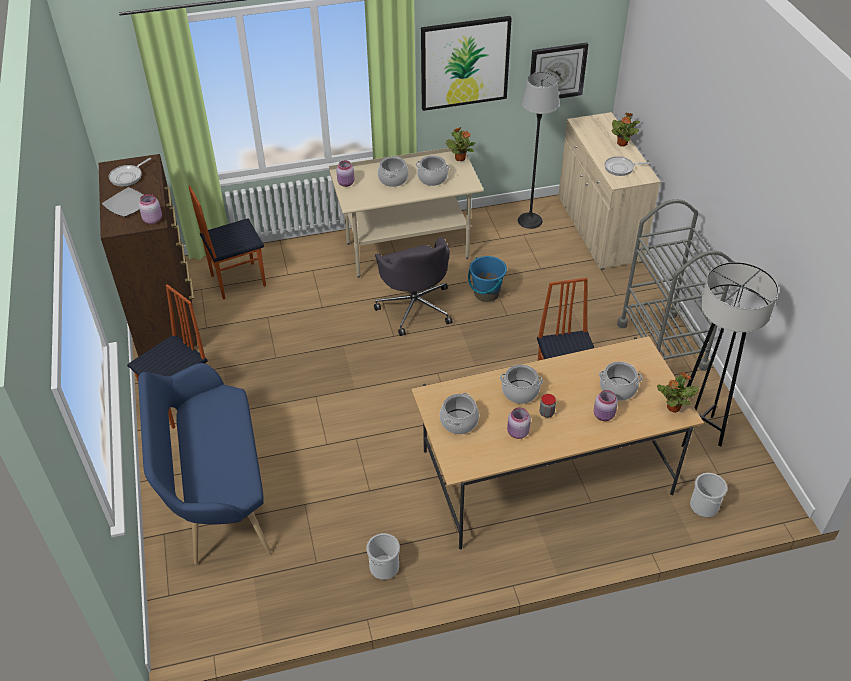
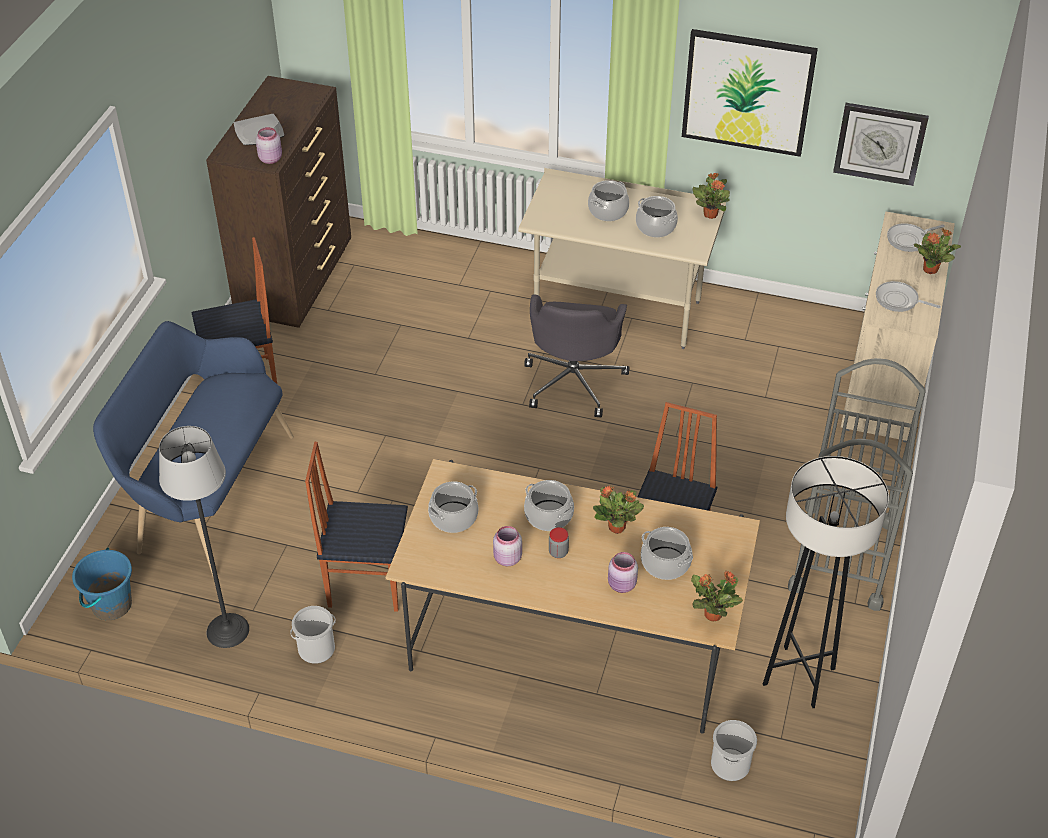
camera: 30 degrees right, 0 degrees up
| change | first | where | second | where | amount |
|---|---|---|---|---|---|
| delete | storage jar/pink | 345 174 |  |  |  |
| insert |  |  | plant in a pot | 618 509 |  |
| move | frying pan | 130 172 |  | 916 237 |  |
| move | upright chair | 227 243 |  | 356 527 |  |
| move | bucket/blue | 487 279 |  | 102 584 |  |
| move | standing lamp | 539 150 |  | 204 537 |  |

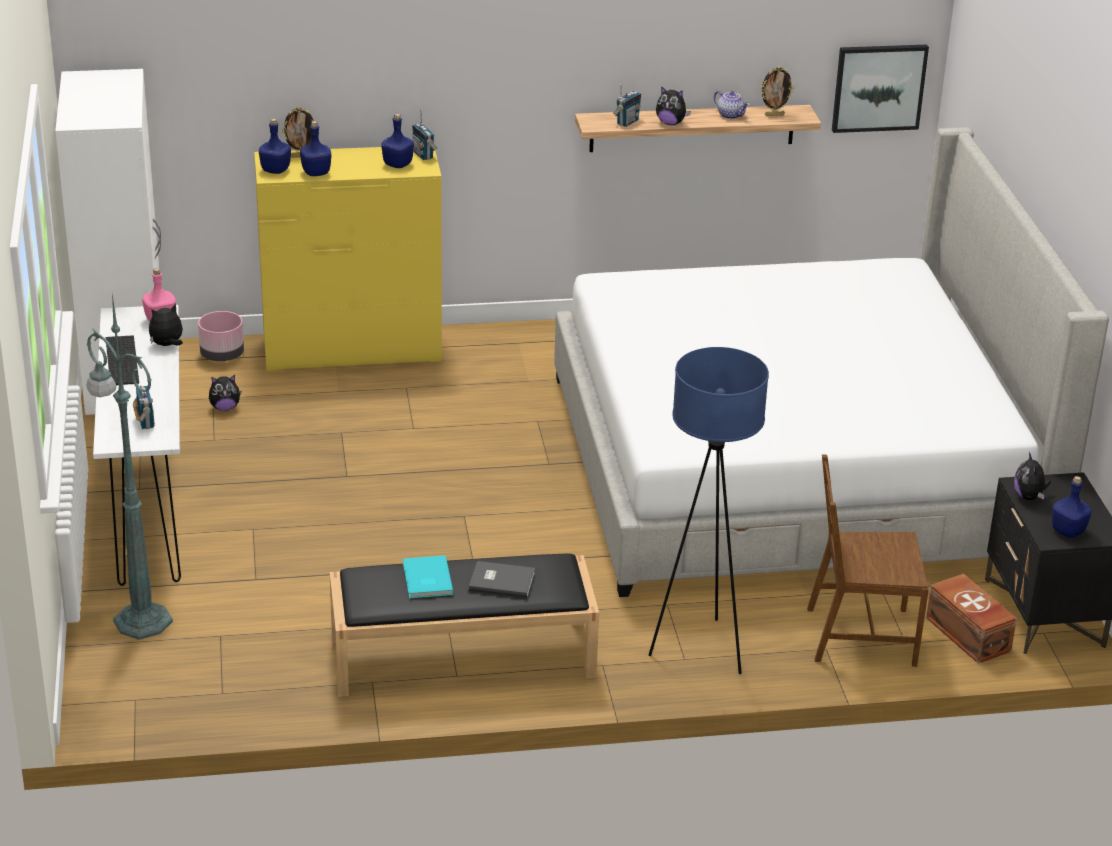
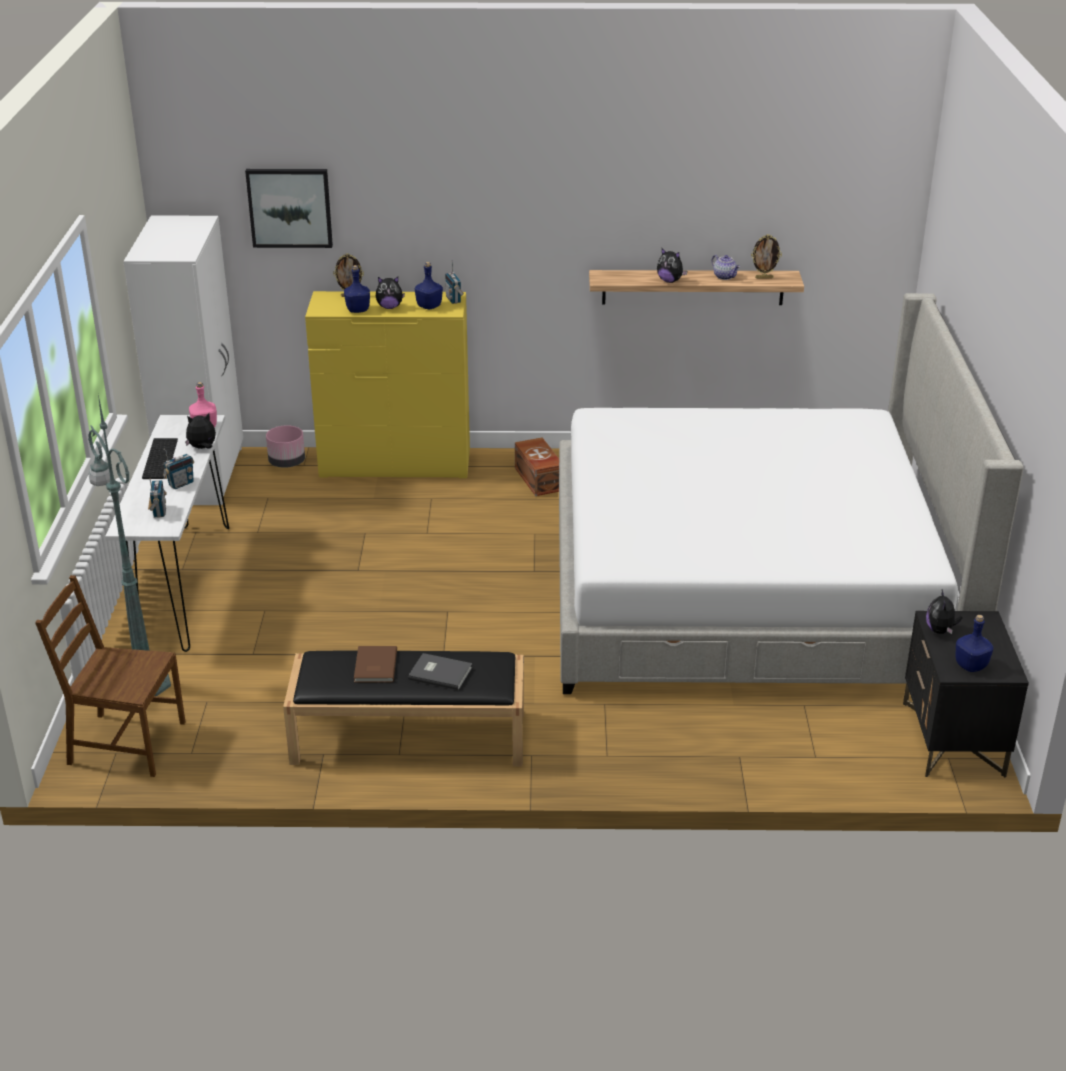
camera: 10 degrees right, 0 degrees up
| change | first | where | second | where | amount |
|---|---|---|---|---|---|
| delete | drink bottle/blue | 275 146 |  |  |  |
| delete | standing lamp/blue | 709 510 |  |  |  |
| move | cuddly toy | 225 393 |  | 390 293 |  |
| move | radio set | 627 105 |  | 178 469 |  |
| move | upright chair/brownish | 868 561 |  | 110 676 |  |
| move | picture | 880 89 |  | 289 208 |  |
| move | storage box/brownish | 971 619 |  | 537 467 |  |
| recolor | book/blue-green | 428 576 | book/brownish | 375 664 |  |

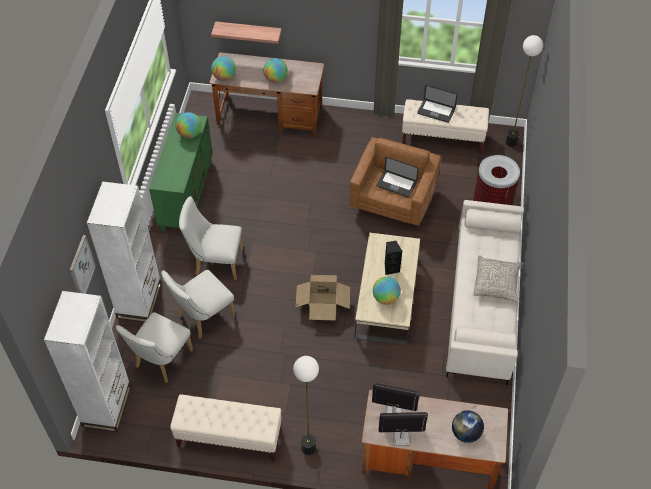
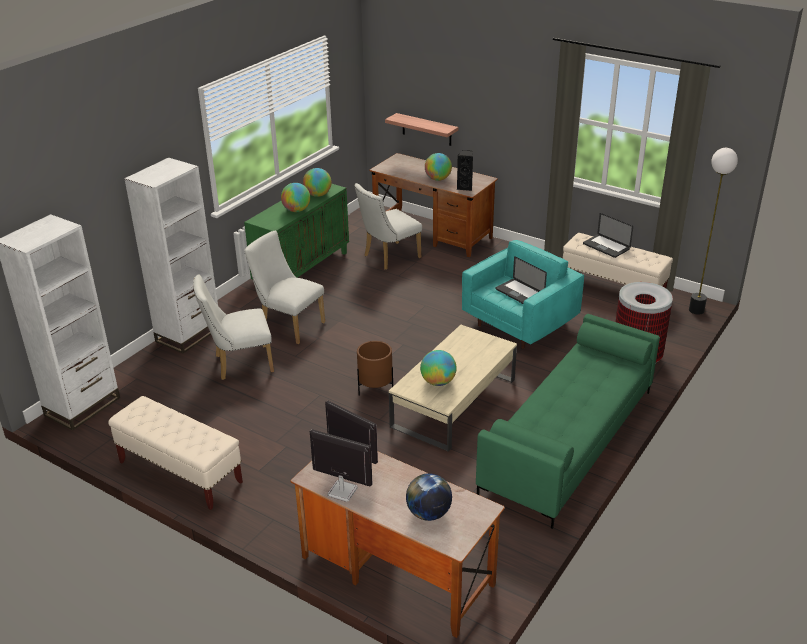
camera: 25 degrees right, 20 degrees down
| change | first | where | second | where | amount |
|---|---|---|---|---|---|
| delete | picture | 83 264 |  |  |  |
| delete | standing lamp | 306 405 |  |  |  |
| delete | pillow/gray | 497 279 |  |  |  |
| move | upright chair/white | 154 347 |  | 388 226 |  |
| move | globe | 223 68 |  | 295 197 |  |
| move | speaker/blackish | 393 258 |  | 465 170 |  |
| replace | carton | 323 297 | plant pot/brownish | 375 368 |  |
| recolor | armchair/brownish | 395 181 | armchair/blue-green | 523 294 |  |
| recolor | couch/white | 485 292 | couch/green | 568 421 |  |

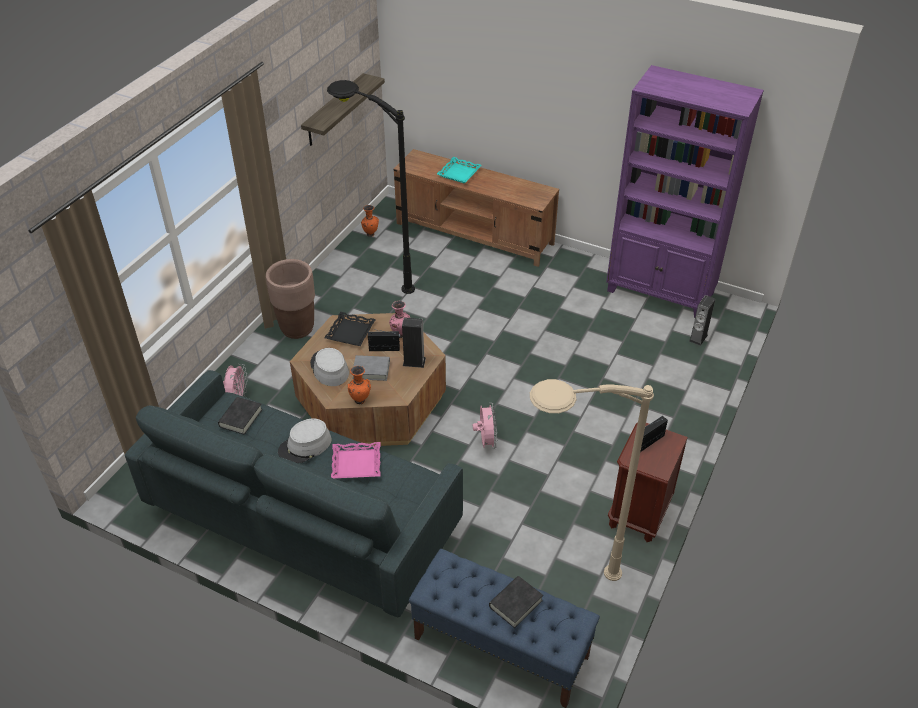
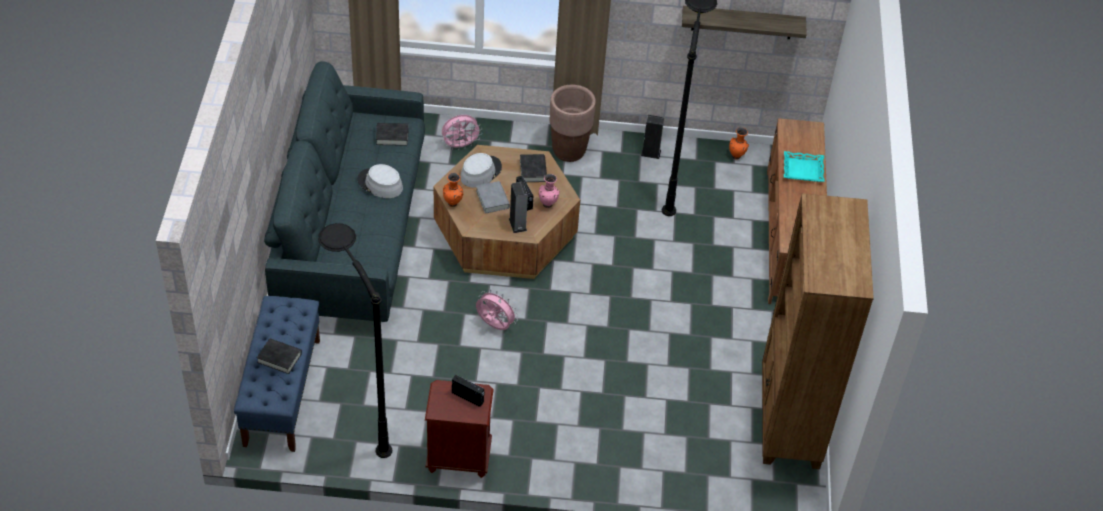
camera: 65 degrees right, 5 degrees up
| change | first | where | second | where | amount |
|---|---|---|---|---|---|
| delete | serving tray/pink | 356 460 |  |  |  |
| move | speaker | 702 320 |  | 652 137 |  |
| replace | serving tray/blackish | 350 329 | book/blackish | 533 168 |  |
| recolor | standing lamp/beige-coloured | 592 480 | standing lamp/blackish | 355 340 |  |
| recolor | shelving unit/purple-coloured | 685 191 | shelving unit/brownish | 818 331 |  |
| rotate | electric fan/pink | 485 426 |  | 497 309 | 120 degrees counterclockwise |

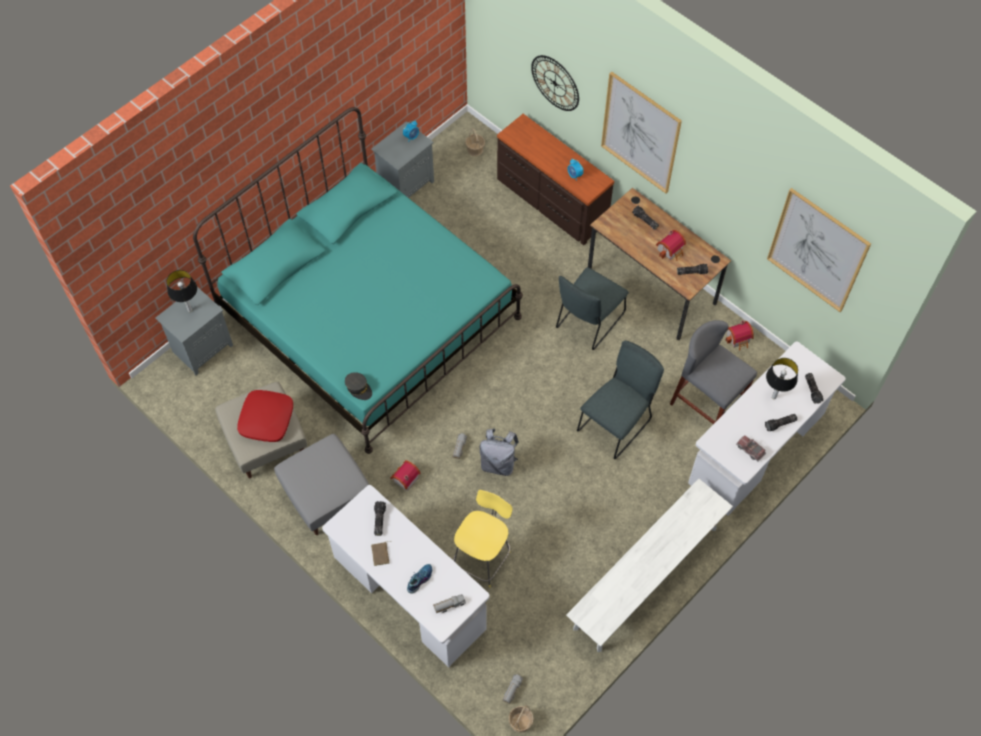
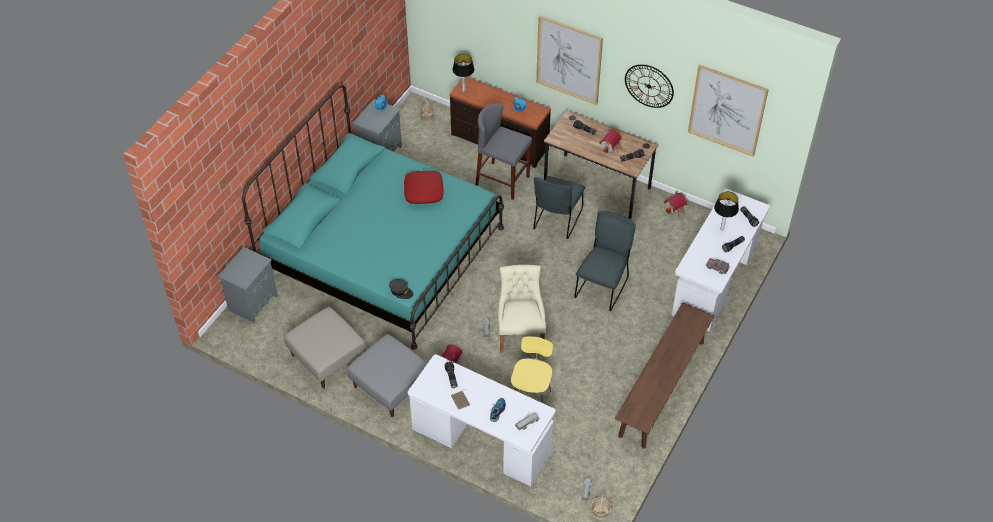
camera: 15 degrees left, 10 degrees down
| change | first | where | second | where | amount |
|---|---|---|---|---|---|
| move | table lamp | 182 291 |  | 463 73 |  |
| move | pillow/red-coloured | 265 416 |  | 423 187 |  |
| move | clock on the wall | 555 83 |  | 649 86 |  |
| move | stool seat/gray | 713 372 |  | 504 151 |  |
| replace | rucksack/gray | 499 452 | upright chair/beige-coloured | 522 308 |  |
| recolor | indoor bench/white | 649 565 | indoor bench/brownish | 664 375 |  |

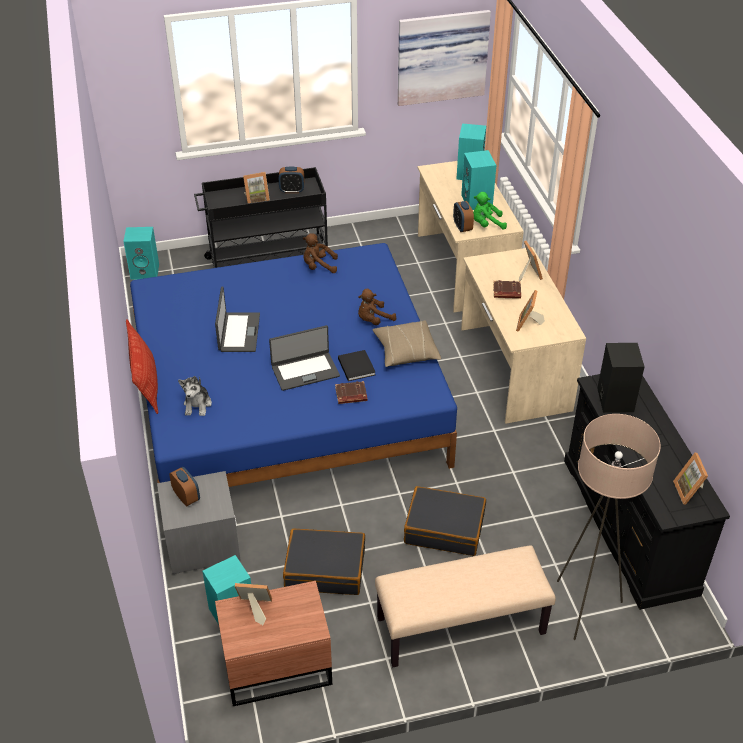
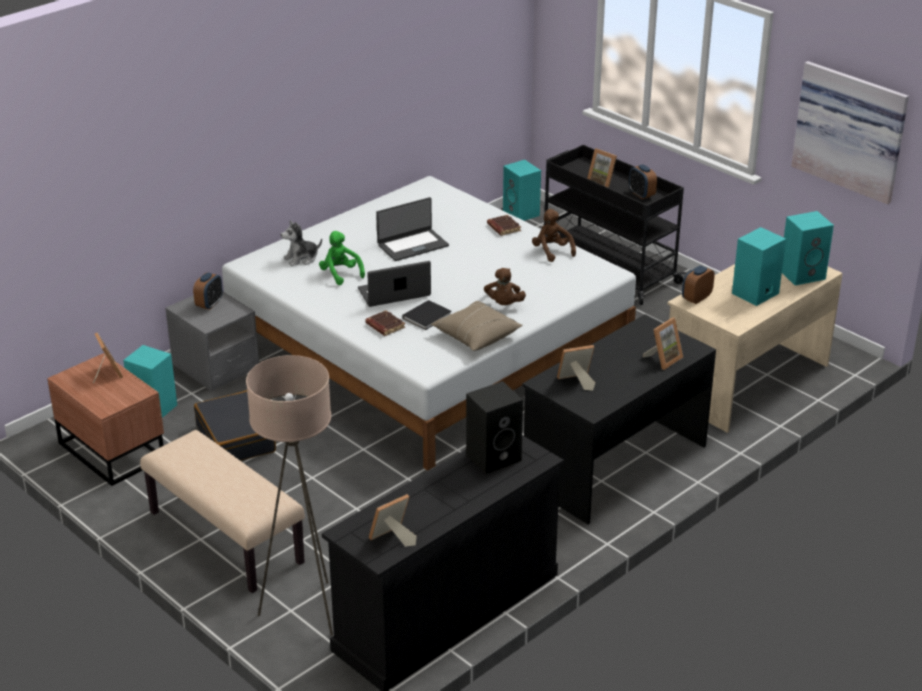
camera: 60 degrees right, 10 degrees down
| change | first | where | second | where | amount |
|---|---|---|---|---|---|
| delete | pillow | 142 367 |  |  |  |
| delete | travel case/blackish | 445 521 |  |  |  |
| move | cuddly toy/green | 490 211 |  | 342 258 |  |
| move | book/brownish | 507 289 |  | 504 225 |  |
| recolor | bed/blue | 293 365 | bed/white | 429 323 |  |
| recolor | desk/beige-coloured | 523 335 | desk/blackish | 619 419 |  |
| rotate | portable computer | 304 358 |  | 394 284 | 120 degrees clockwise |
| rotate | cuddly toy/brownish | 377 307 |  | 505 286 | 120 degrees counterclockwise |

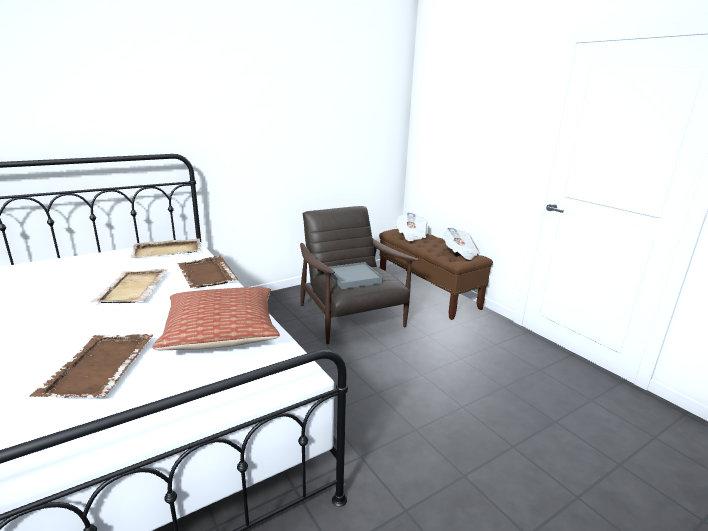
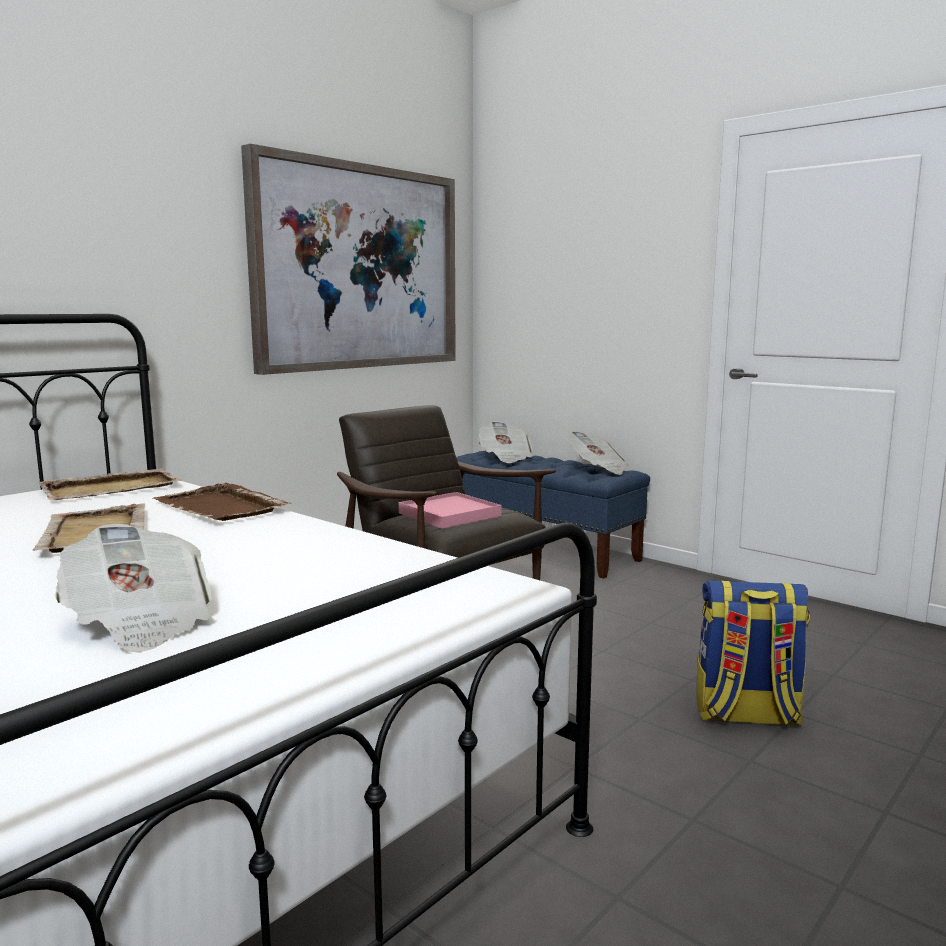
camera: 15 degrees left, 10 degrees down
| change | first | where | second | where | amount |
|---|---|---|---|---|---|
| delete | pillow | 216 318 |  |  |  |
| insert |  |  | picture | 348 259 |  |
| insert |  |  | rucksack | 753 653 |  |
| replace | serving tray/brownish | 91 366 | daily paper | 134 588 |  |
| recolor | serving tray/gray | 356 275 | serving tray/pink | 450 510 |  |
| recolor | indoor bench/brownish | 436 274 | indoor bench/blue | 553 514 |  |

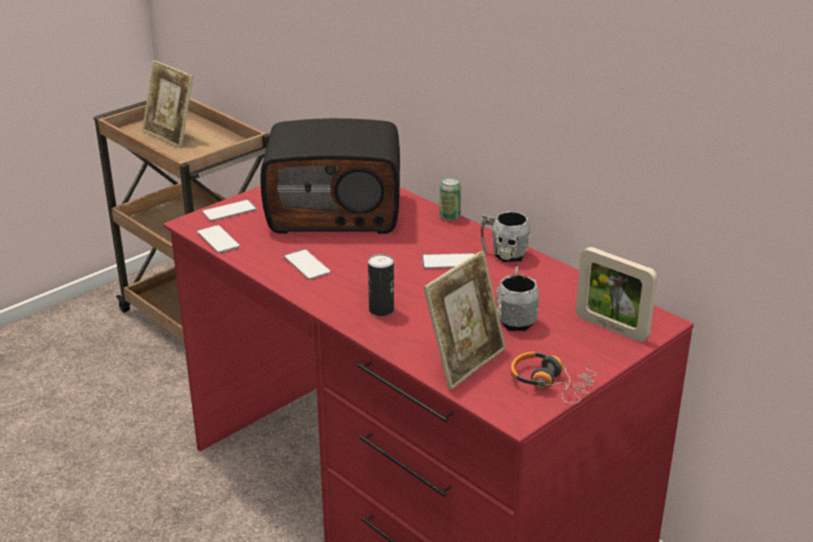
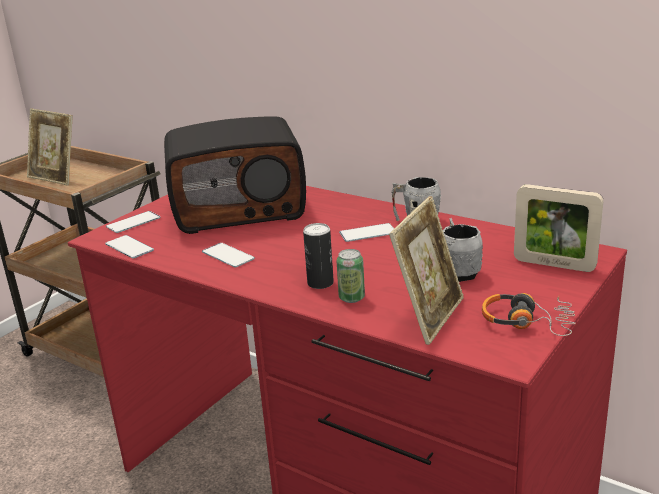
camera: 10 degrees left, 5 degrees down
| change | first | where | second | where | amount |
|---|---|---|---|---|---|
| move | sealed can | 450 199 |  | 351 276 |  |

